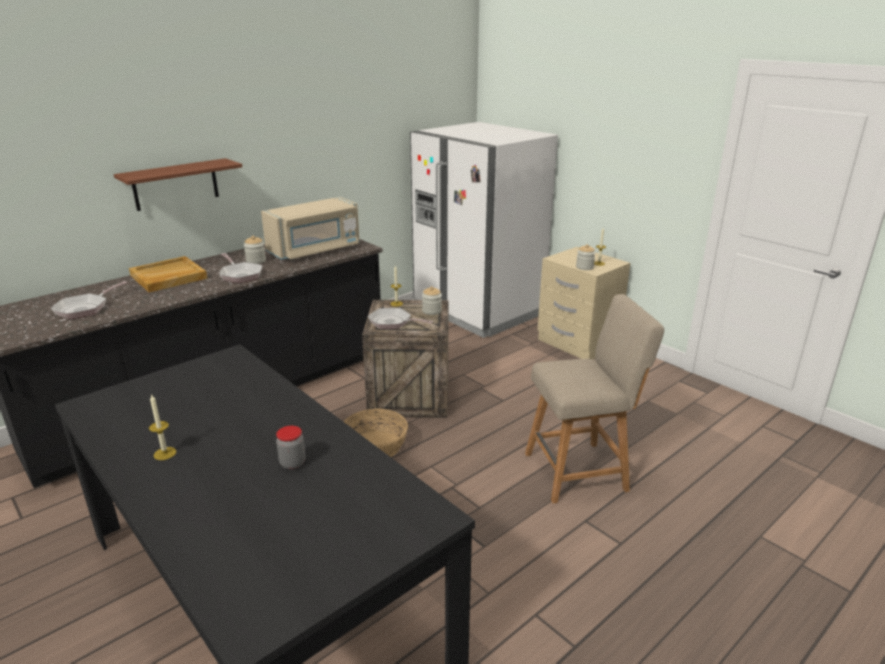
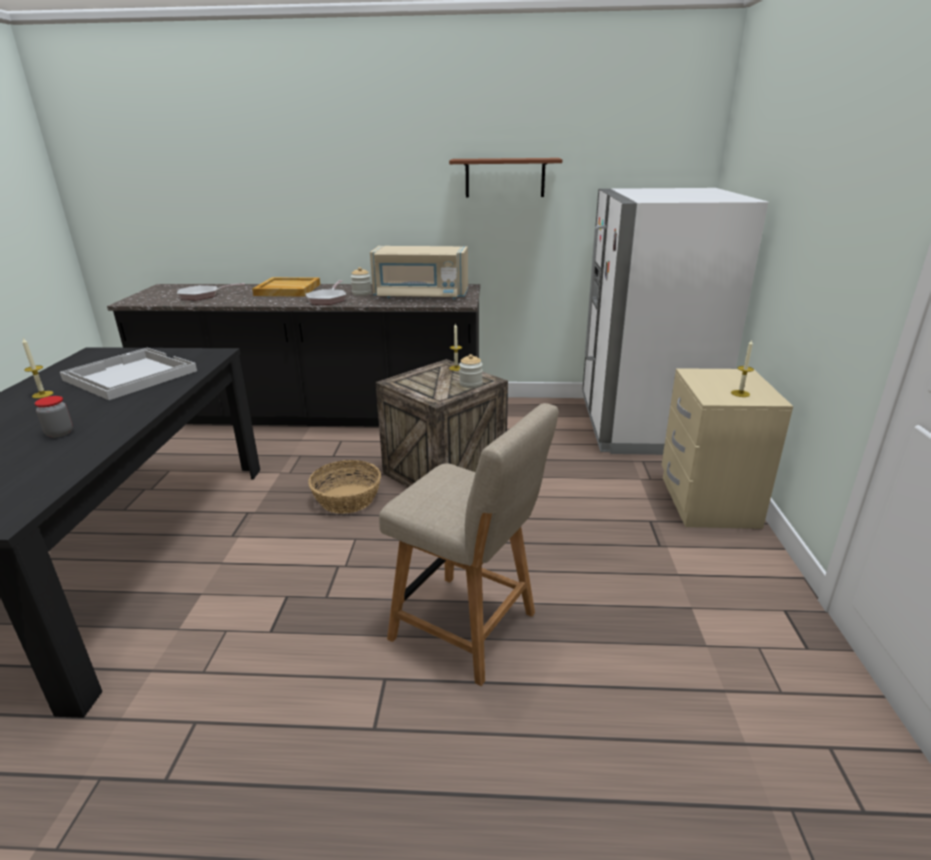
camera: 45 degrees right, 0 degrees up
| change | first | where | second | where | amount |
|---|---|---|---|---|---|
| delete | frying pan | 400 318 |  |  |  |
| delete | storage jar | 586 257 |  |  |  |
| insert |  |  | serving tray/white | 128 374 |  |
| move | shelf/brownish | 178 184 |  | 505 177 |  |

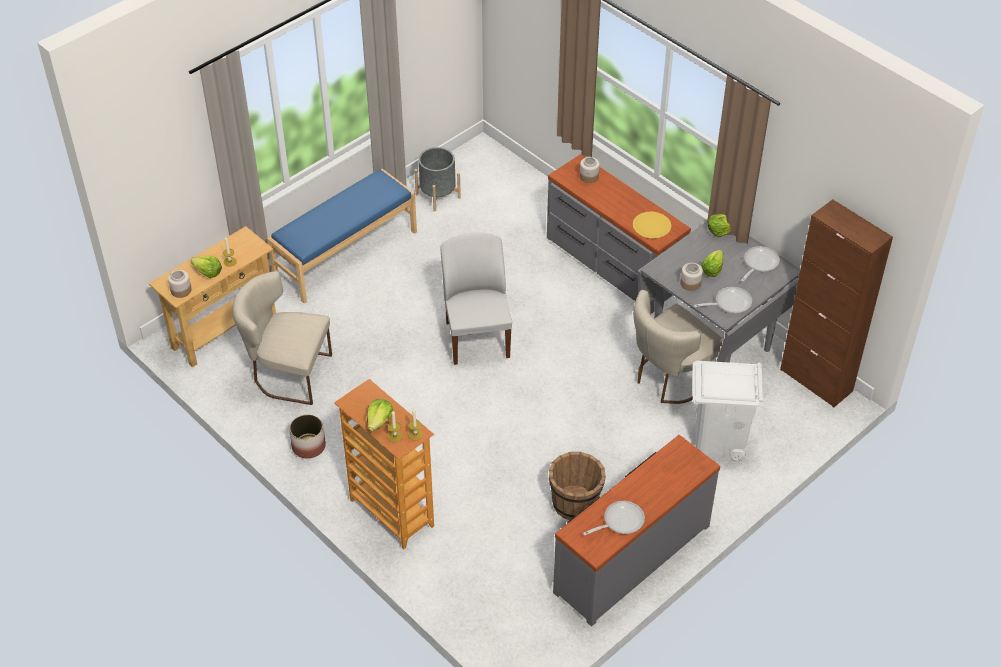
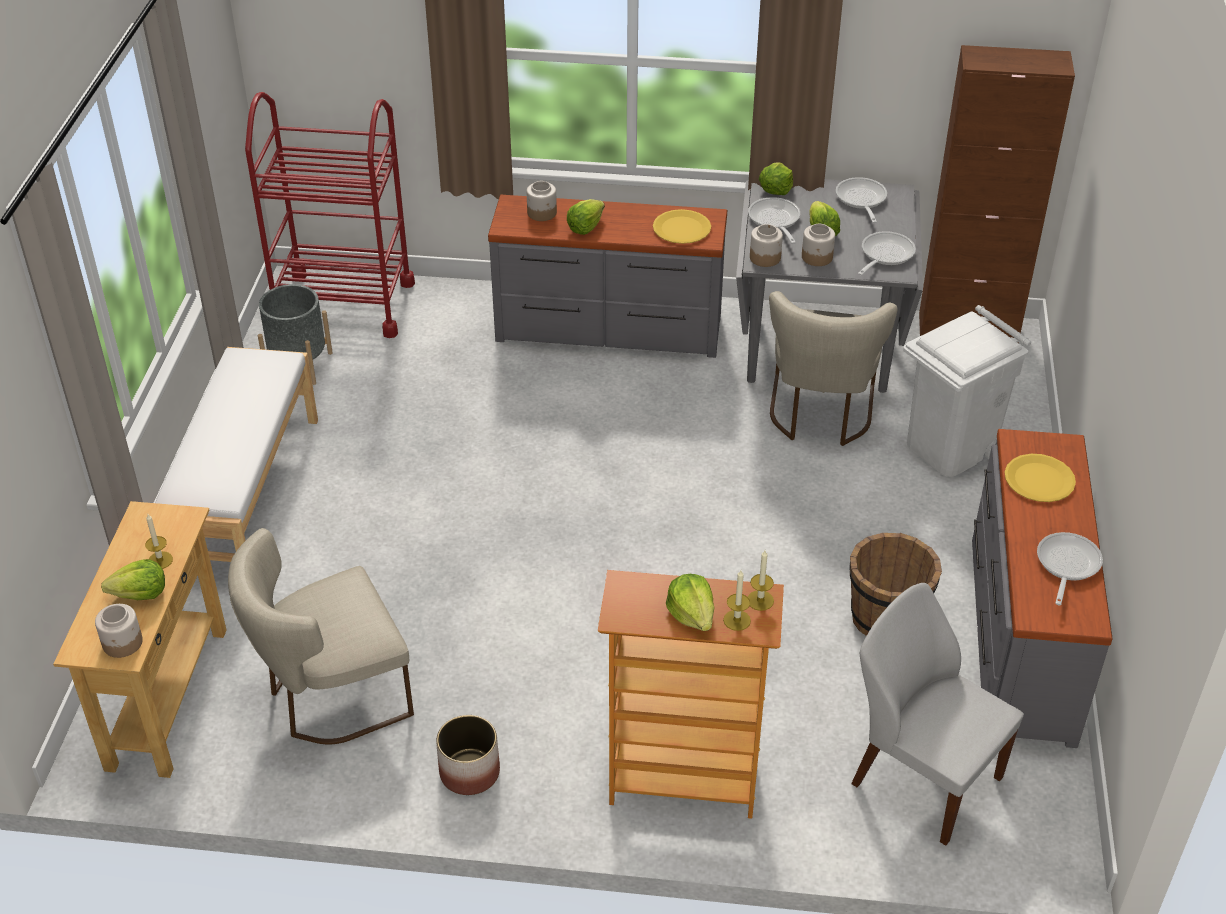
camera: 40 degrees left, 5 degrees down
| change | first | where | second | where | amount |
|---|---|---|---|---|---|
| insert |  |  | cart/red-coloured | 330 215 |  |
| insert |  |  | lettuce | 586 217 |  |
| insert |  |  | frying pan | 774 220 |  |
| insert |  |  | storage jar | 766 245 |  |
| insert |  |  | dinner plate/yellow | 1040 478 |  |
| move | upright chair/white | 476 299 |  | 937 714 |  |
| recolor | indoor bench/blue | 342 236 | indoor bench/white | 236 454 |  |

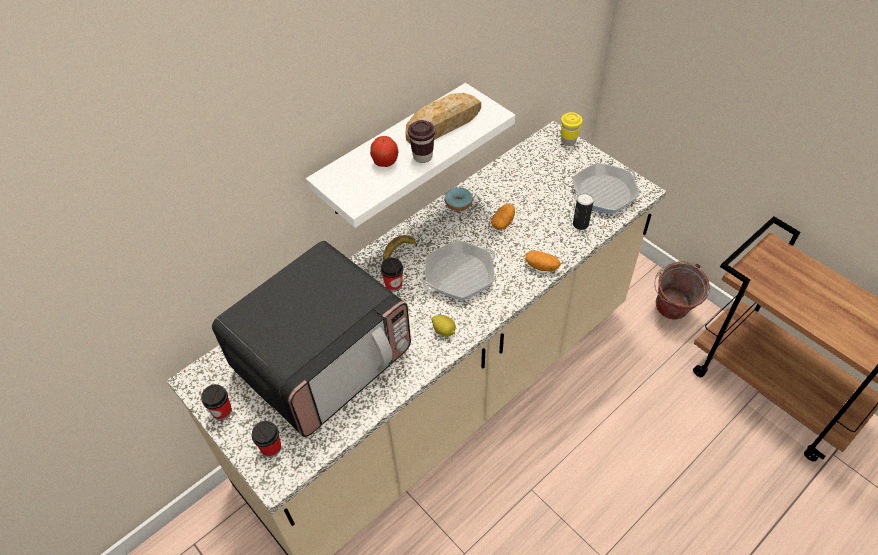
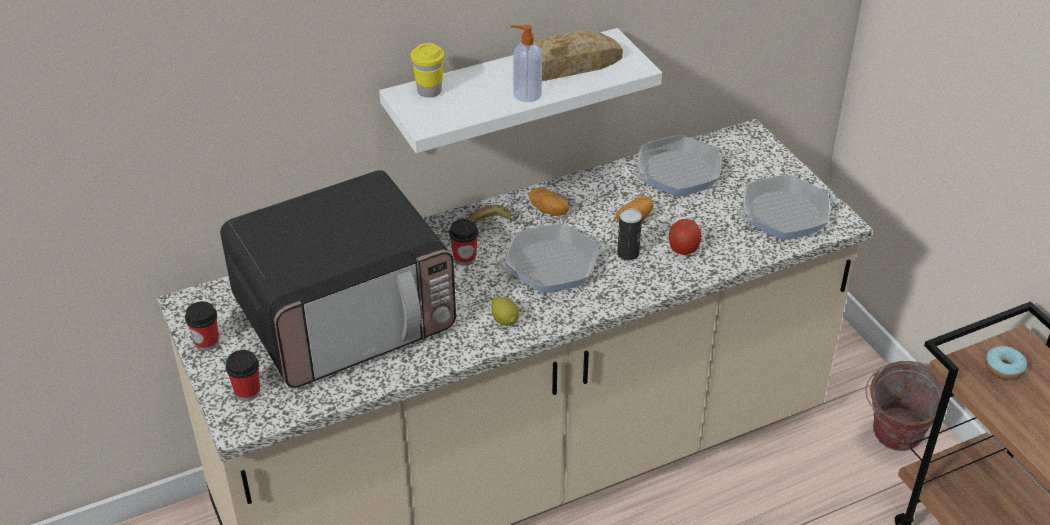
camera: 15 degrees right, 10 degrees down
| change | first | where | second | where | amount |
|---|---|---|---|---|---|
| insert |  |  | frying pan | 679 165 |  |
| move | whole apple | 384 151 |  | 685 237 |  |
| move | donut | 459 199 |  | 1006 363 |  |
| move | potato | 543 261 |  | 549 202 |  |
| move | drinking cup/yellow | 572 129 |  | 428 70 |  |
| move | sealed can | 583 211 |  | 629 234 |  |
| replace | drinking cup/brownish | 421 141 | soap bottle | 526 63 |  |

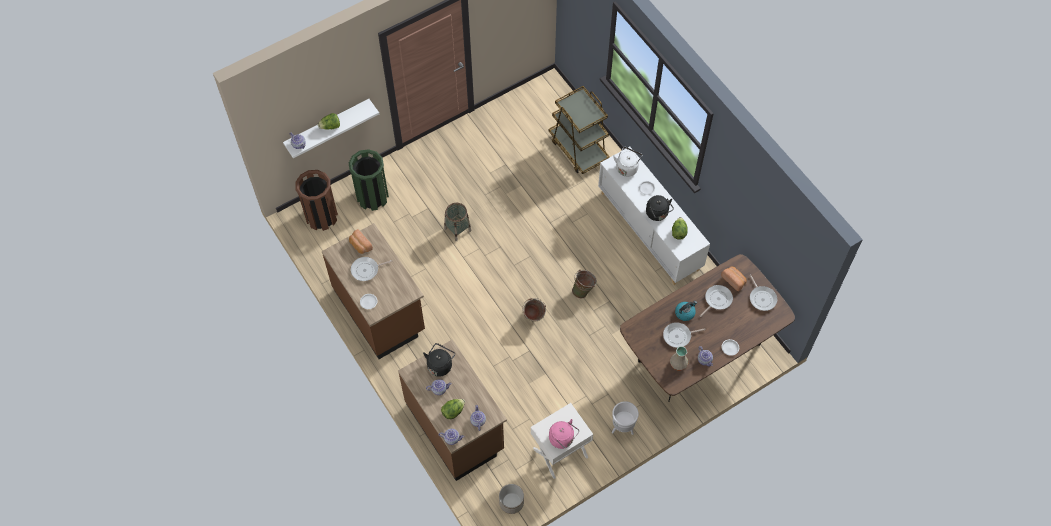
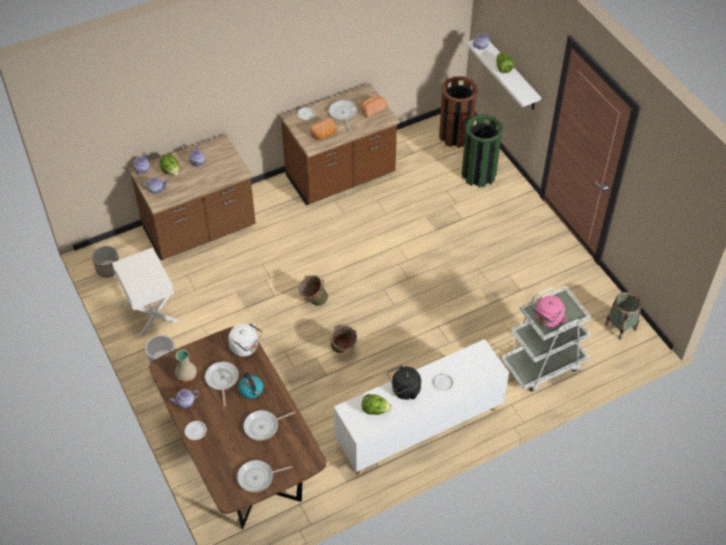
camera: 95 degrees right, 10 degrees down
| change | first | where | second | where | amount |
|---|---|---|---|---|---|
| delete | kettle/blackish | 439 360 |  |  |  |
| move | storage basket | 457 222 |  | 623 316 |  |
| move | kettle/pink | 564 434 |  | 550 311 |  |
| move | kettle/white | 628 162 |  | 245 339 |  |
| move | baked bread | 734 279 |  | 323 129 |  |
| recolor | cart/brownish | 579 130 | cart/white | 546 339 |  |
| rotate | frying pan | 716 301 |  | 269 425 | 105 degrees clockwise |

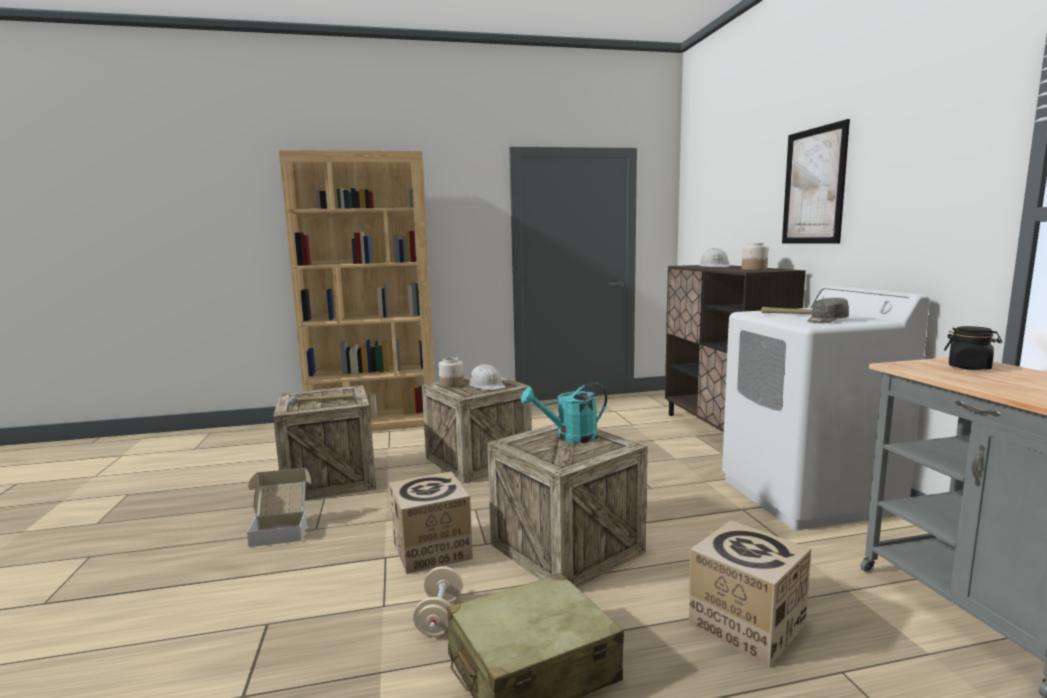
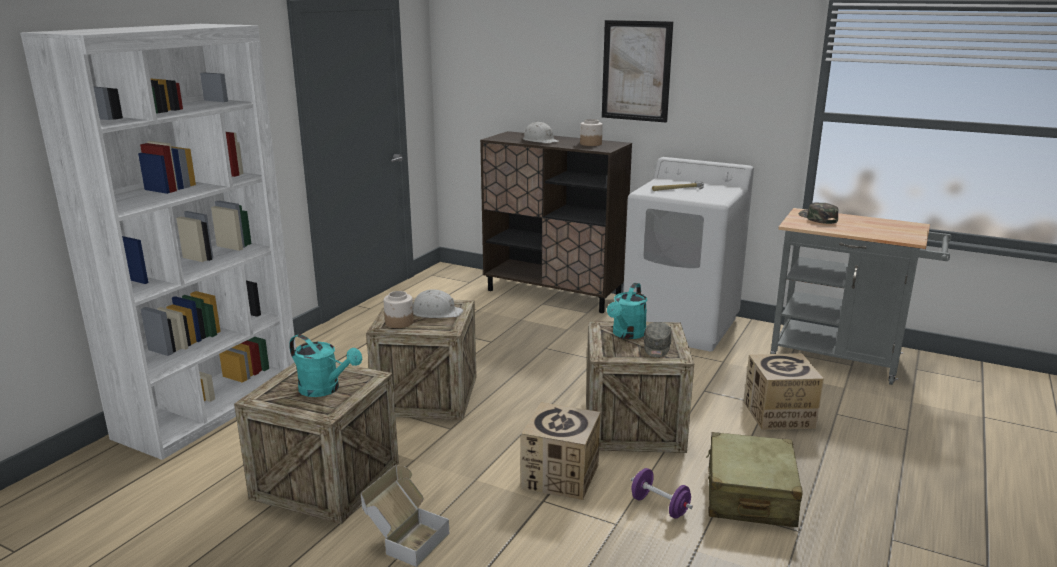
camera: 50 degrees left, 10 degrees up
| change | first | where | second | where | amount |
|---|---|---|---|---|---|
| move | peaked cap/gray | 828 310 |  | 658 339 |  |
| replace | hand hammer | 321 399 | watering can/blue-green | 325 365 |  |
| replace | storage jar/blackish | 973 348 | peaked cap/green | 818 213 |  |
| recolor | shelving unit/brownish | 357 291 | shelving unit/white | 158 242 |  |
| recolor | free weight/beige-coloured | 438 601 | free weight/purple-coloured | 662 493 |  |

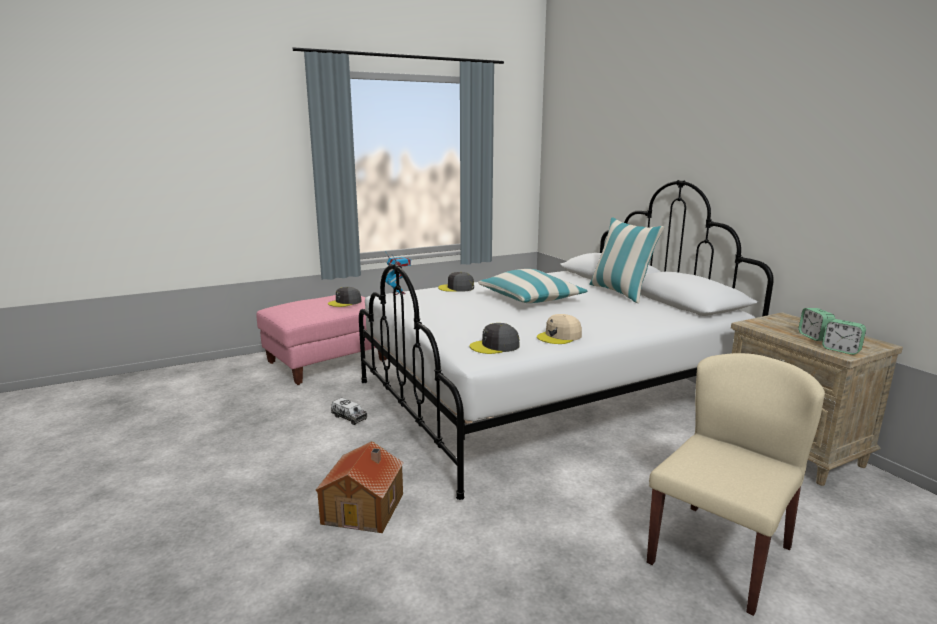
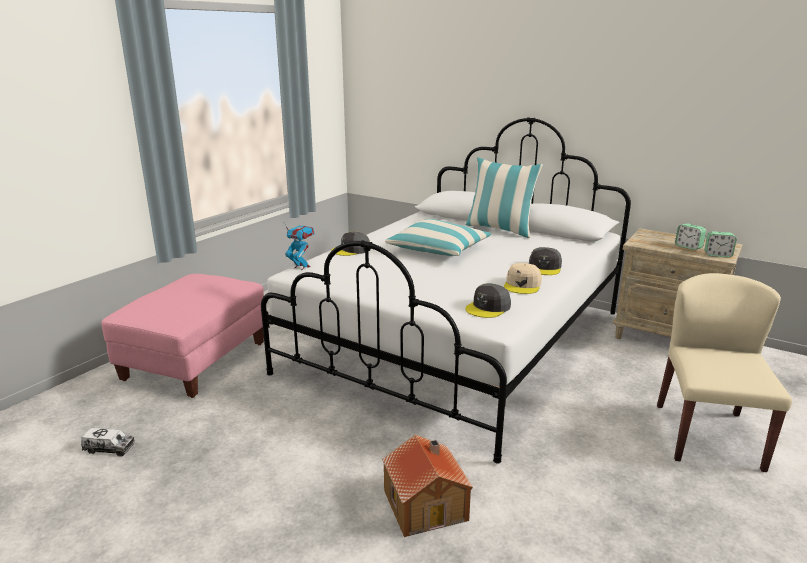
camera: 30 degrees left, 5 degrees up
| change | first | where | second | where | amount |
|---|---|---|---|---|---|
| move | peaked cap/gray | 345 297 |  | 545 261 |  |
| move | toy truck | 349 411 |  | 108 442 |  |

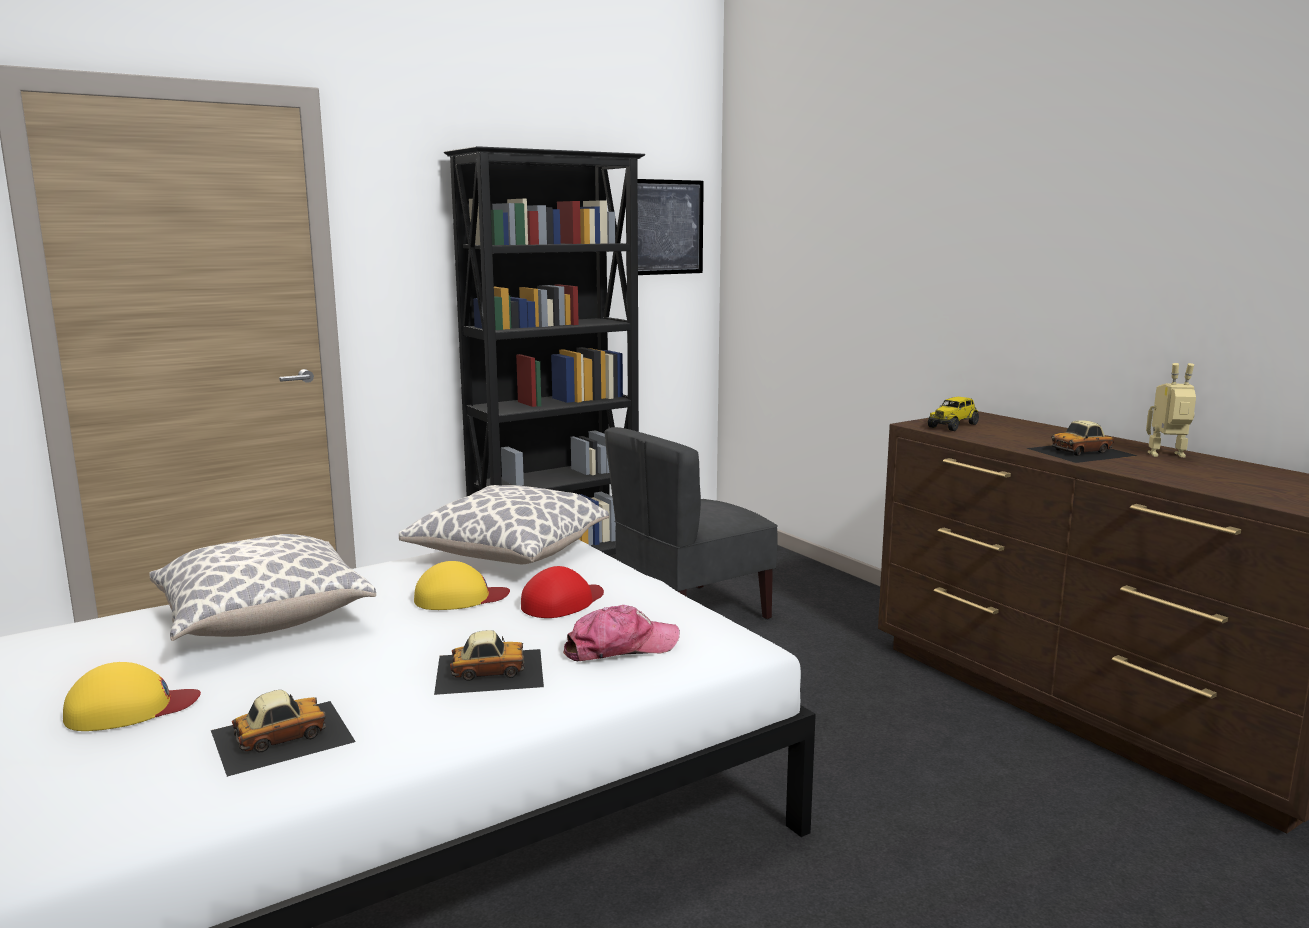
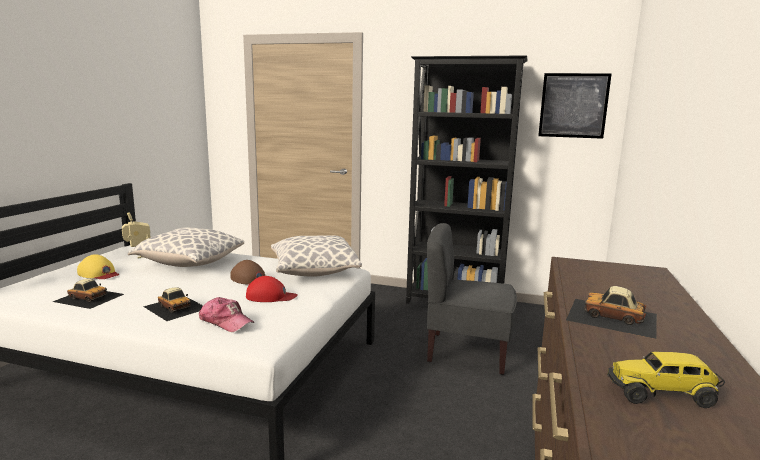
camera: 50 degrees right, 0 degrees up
| change | first | where | second | where | amount |
|---|---|---|---|---|---|
| move | toy truck | 953 414 |  | 666 380 |  |
| move | toy robot | 1171 410 |  | 136 235 |  |
| recolor | peaked cap/yellow | 462 585 | peaked cap/brownish | 247 272 |  |

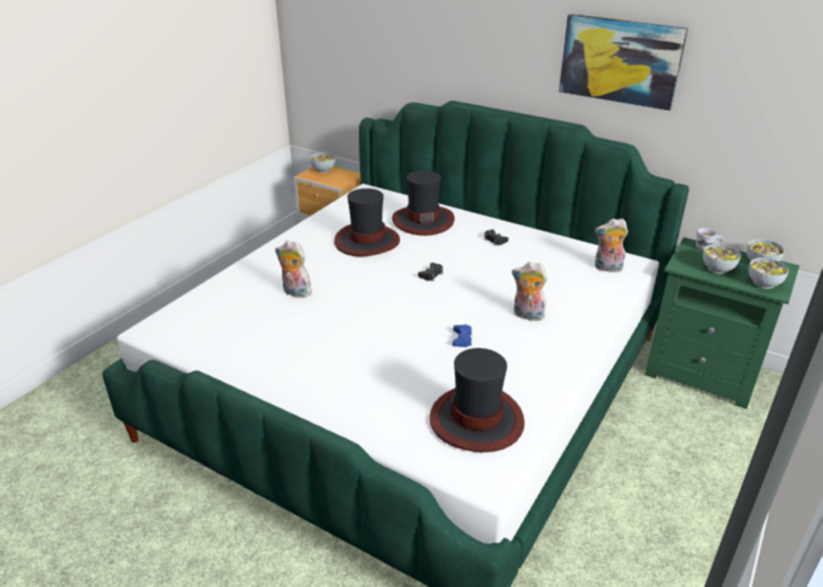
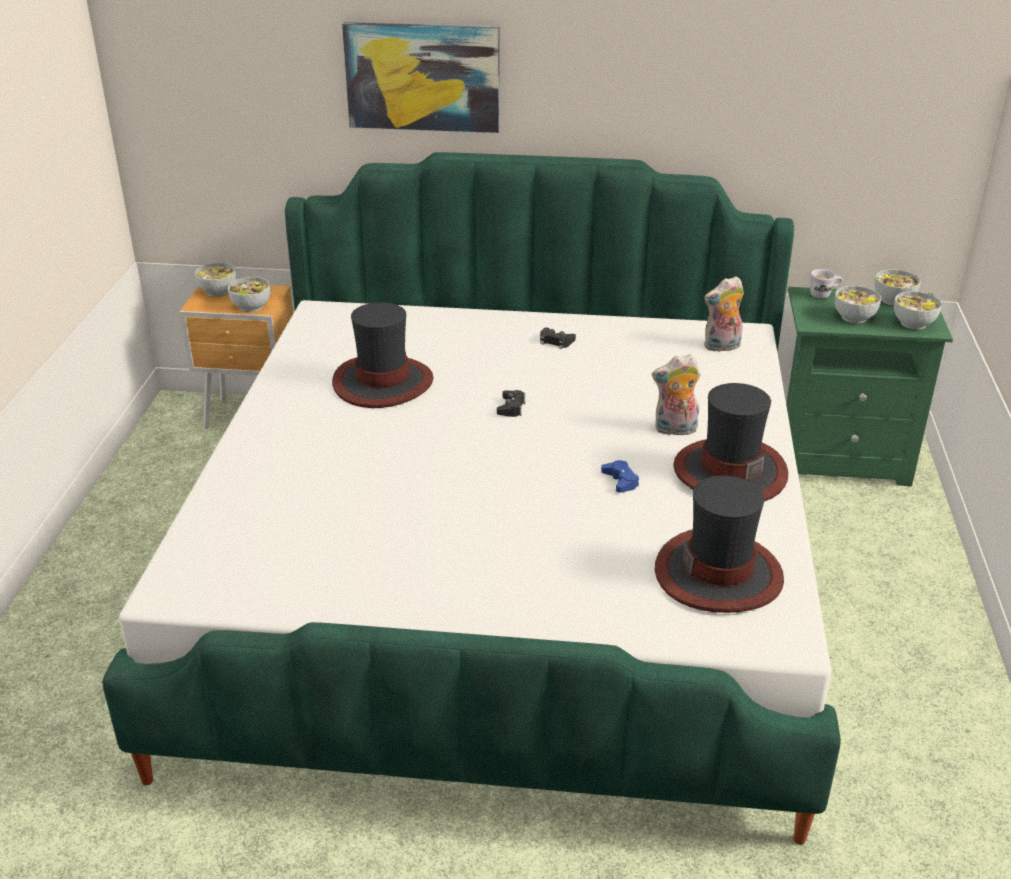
camera: 25 degrees left, 0 degrees up
| change | first | where | second | where | amount |
|---|---|---|---|---|---|
| delete | cuddly toy | 293 269 |  |  |  |
| insert |  |  | serving bowl | 249 294 |  |
| move | hat | 423 203 |  | 730 442 |  |
| move | picture | 623 62 |  | 421 77 |  |

